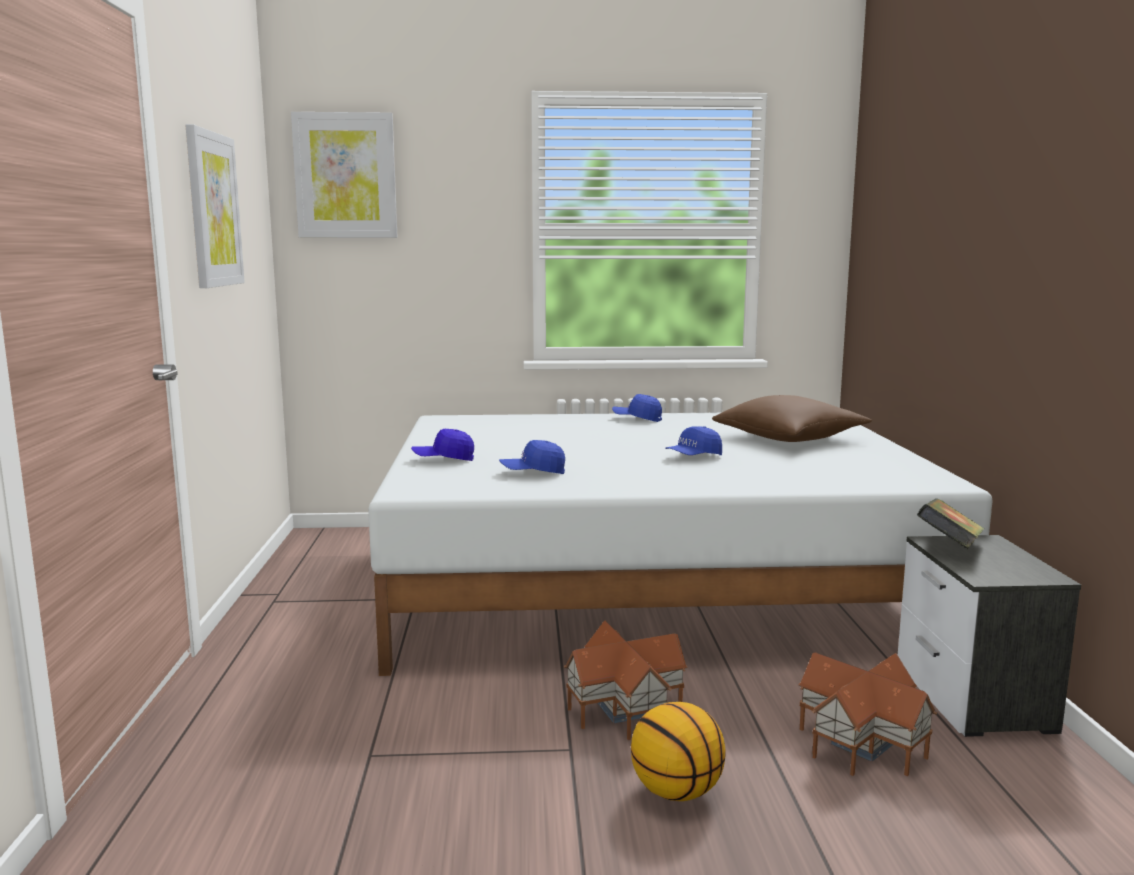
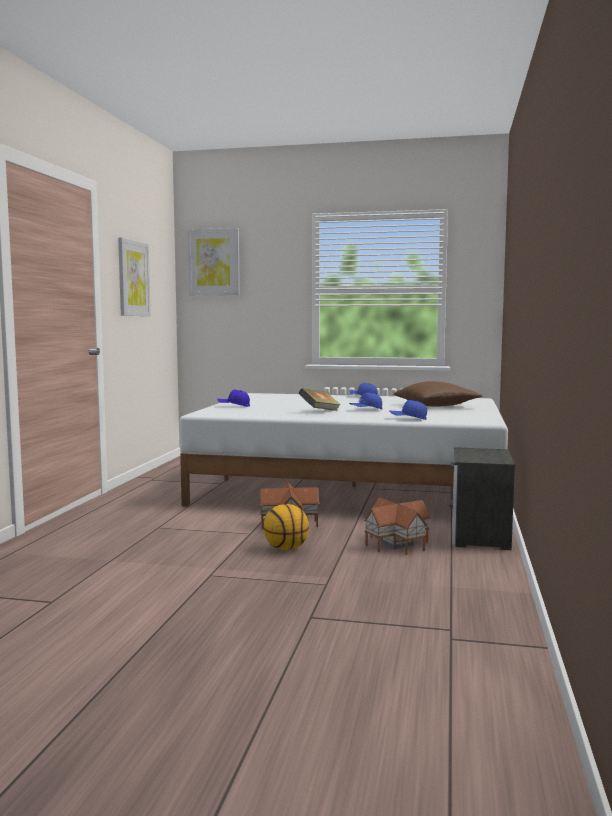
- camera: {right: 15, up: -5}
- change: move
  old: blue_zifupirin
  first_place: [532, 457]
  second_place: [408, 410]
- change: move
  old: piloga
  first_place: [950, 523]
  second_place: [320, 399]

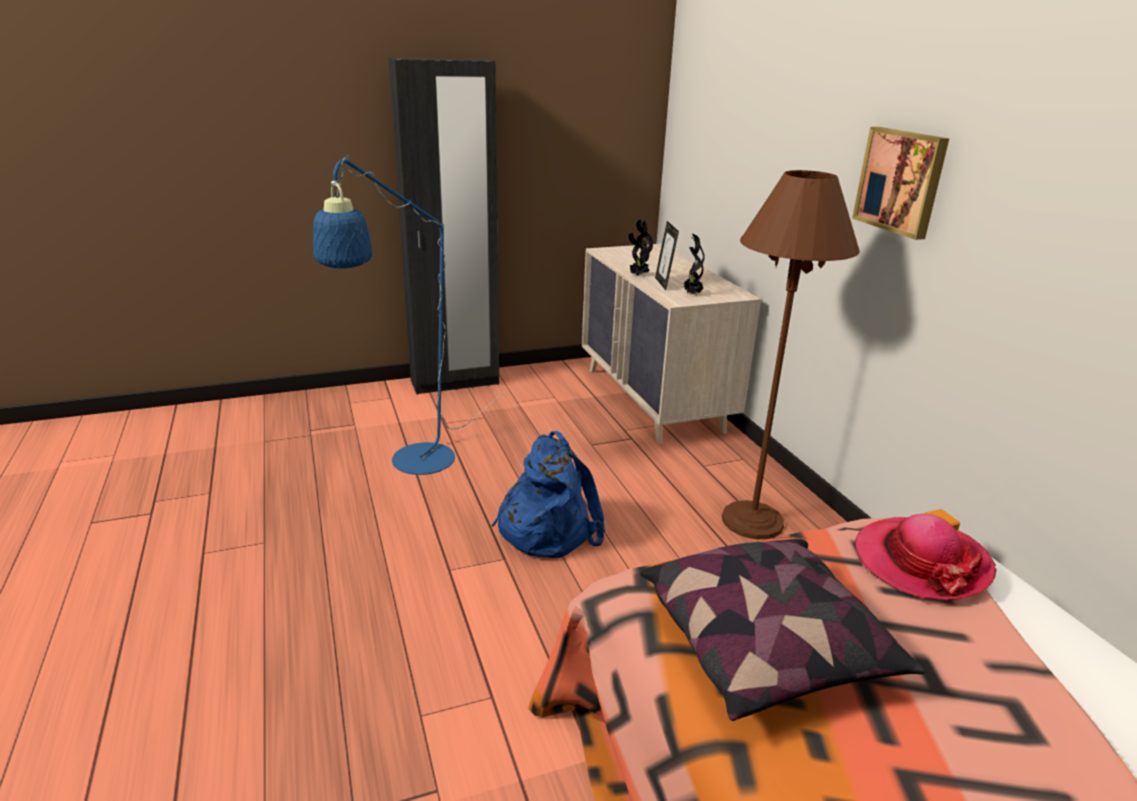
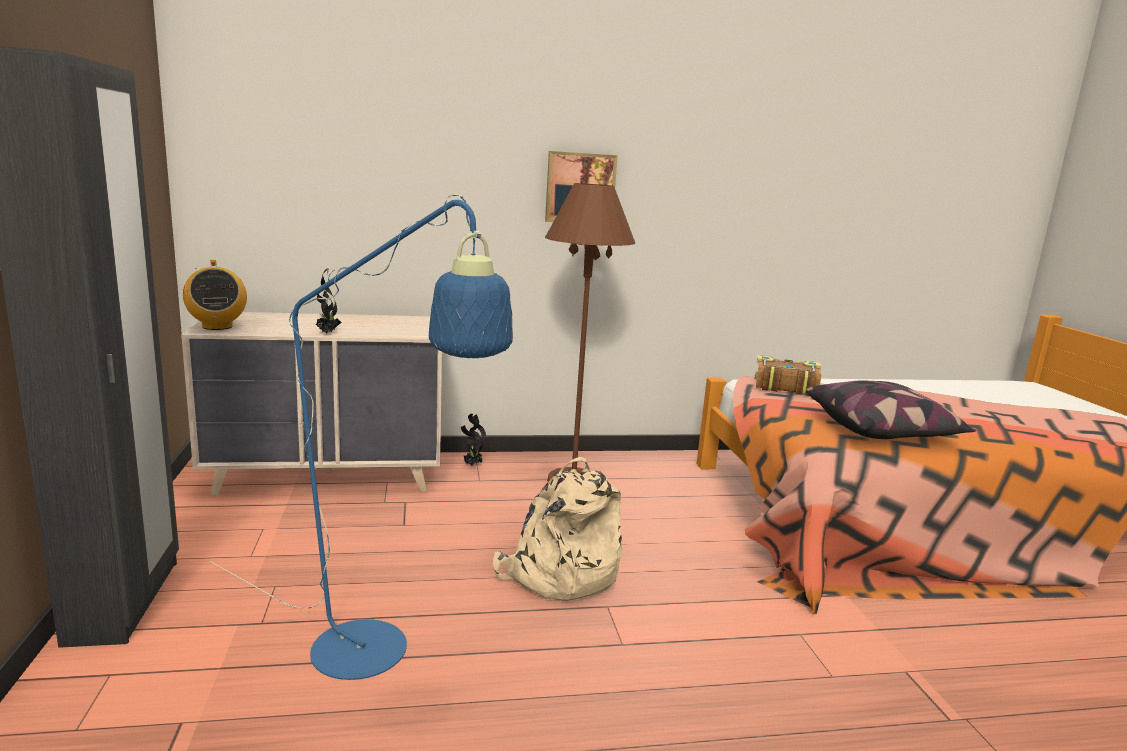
- camera: {right: -80, up: -10}
- change: delete
  old: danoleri
  first_place: [667, 255]
- change: insert
  new: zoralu
  second_place: [215, 295]
- change: move
  old: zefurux
  first_place: [694, 264]
  second_place: [473, 440]
- change: replace
  old: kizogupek
  new: piloga
  first_place: [926, 557]
  second_place: [788, 375]
- change: recolor
  old: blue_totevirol
  new: beige_totevirol
  first_place: [548, 494]
  second_place: [558, 529]

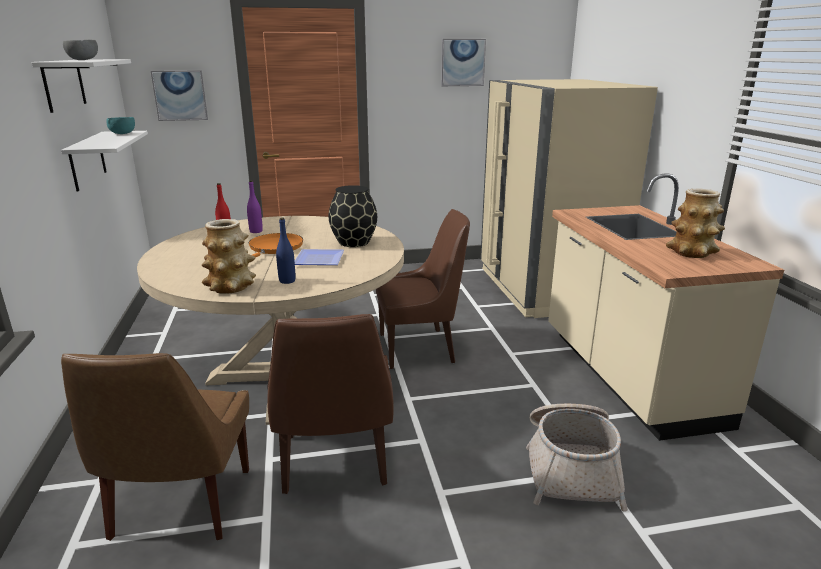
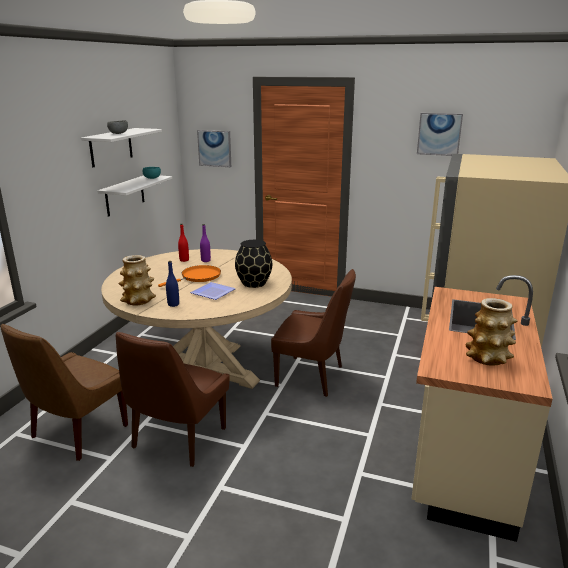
- camera: {right: 30, up: 0}
- change: delete
  old: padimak
  first_place: [577, 458]

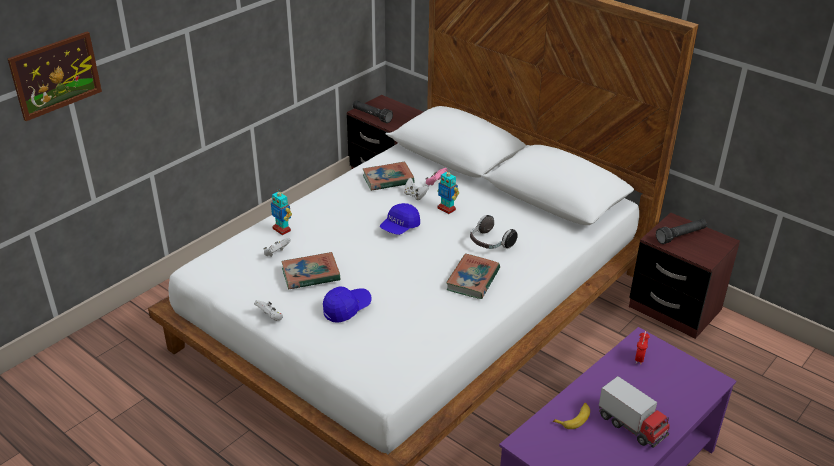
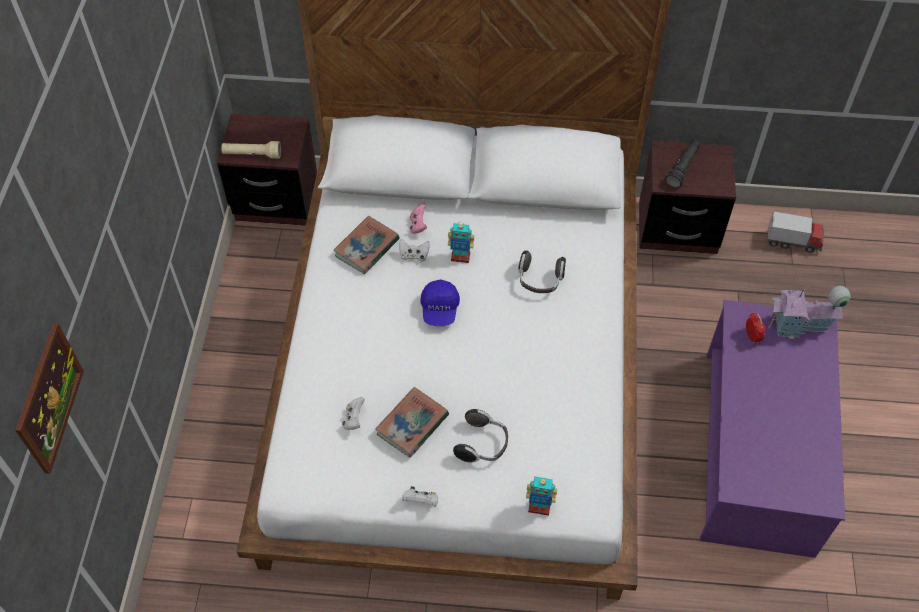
- camera: {right: -35, up: 20}
- change: delete
  old: piloga
  first_place: [473, 276]
- change: delete
  old: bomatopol
  first_place: [571, 416]
- change: insert
  new: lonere
  second_place: [809, 312]
- change: move
  old: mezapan
  first_place: [281, 211]
  second_place: [541, 496]
- change: move
  old: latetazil
  first_place: [634, 412]
  second_place: [796, 231]
- change: replace
  old: blue_zifupirin
  new: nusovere
  first_place: [347, 304]
  second_place: [480, 435]
- change: recolor
  old: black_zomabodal
  new: beige_zomabodal
  first_place: [373, 111]
  second_place: [251, 150]

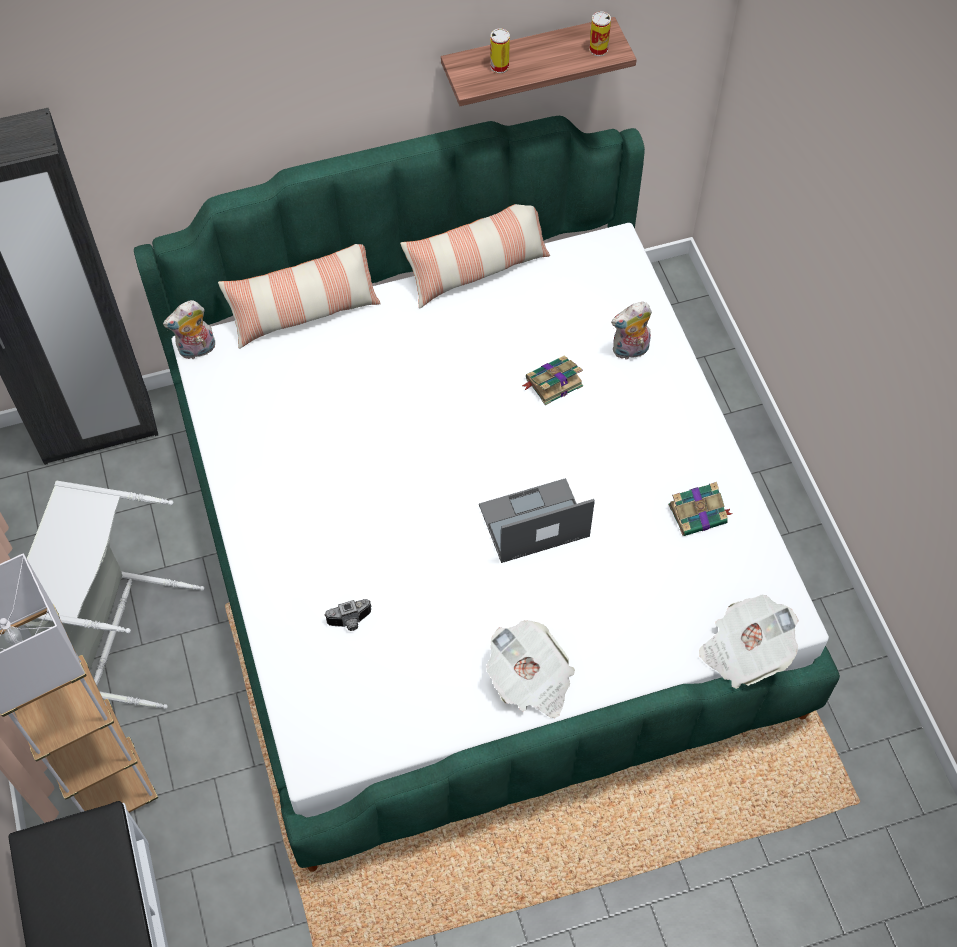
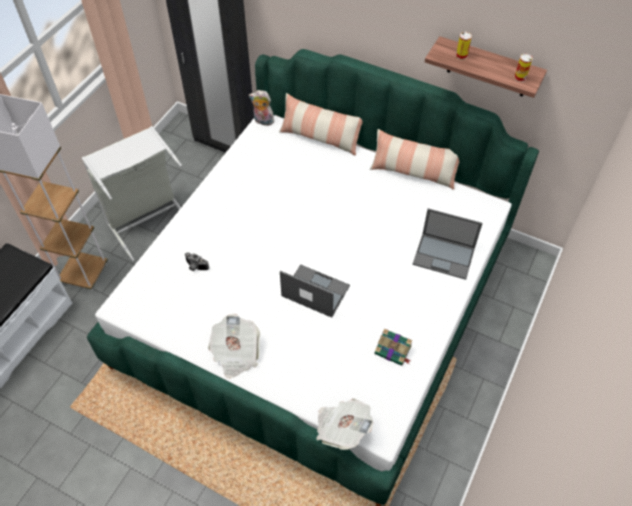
- camera: {right: 45, up: -5}
- change: delete
  old: piloga
  first_place: [552, 380]
- change: replace
  old: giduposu
  new: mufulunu
  first_place: [631, 331]
  second_place: [447, 244]

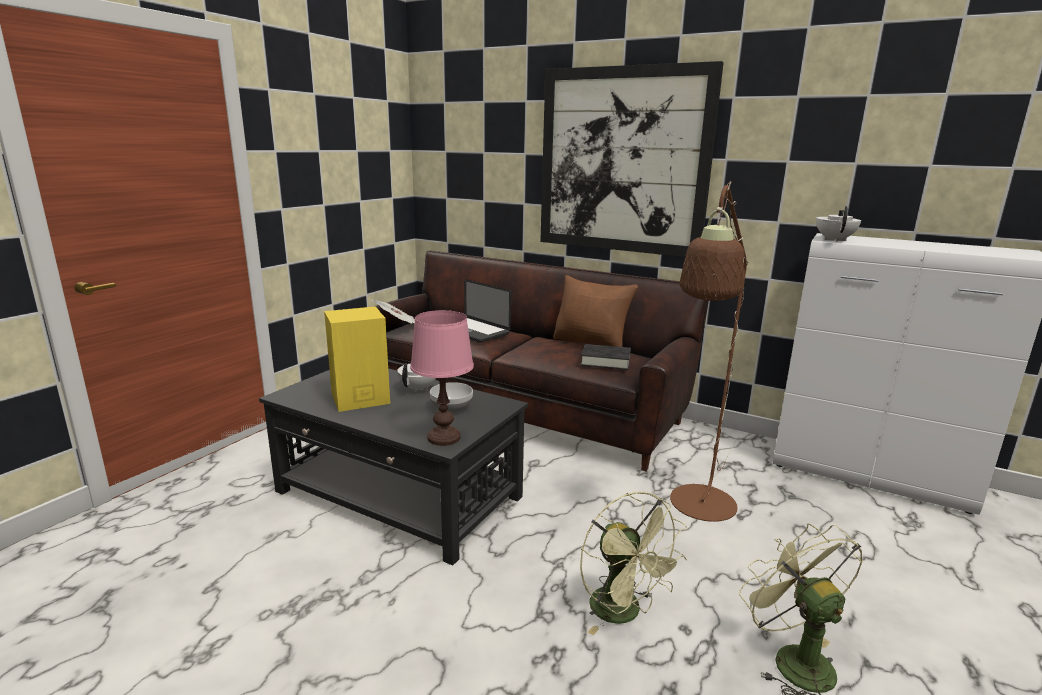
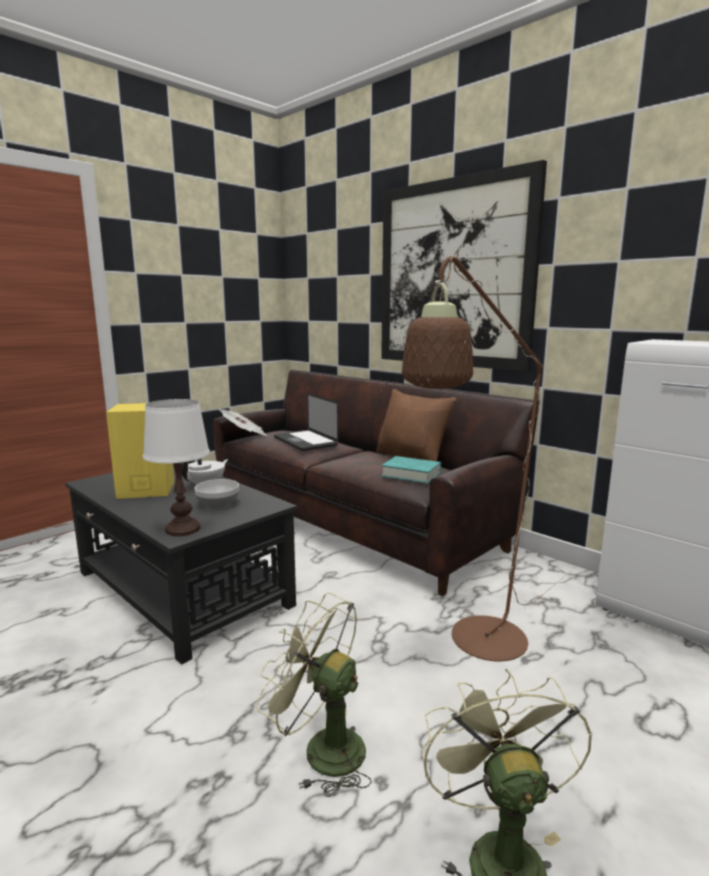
- camera: {right: 15, up: -5}
- change: delete
  old: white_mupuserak
  first_place: [838, 224]
- change: recolor
  old: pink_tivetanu
  new: white_tivetanu
  first_place: [442, 378]
  second_place: [176, 467]
- change: recolor
  old: black_piloga
  new: turquoise_piloga
  first_place: [606, 357]
  second_place: [411, 469]
- change: rotate
  old: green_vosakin
  first_place: [633, 563]
  second_place: [314, 695]
  degrees: 135

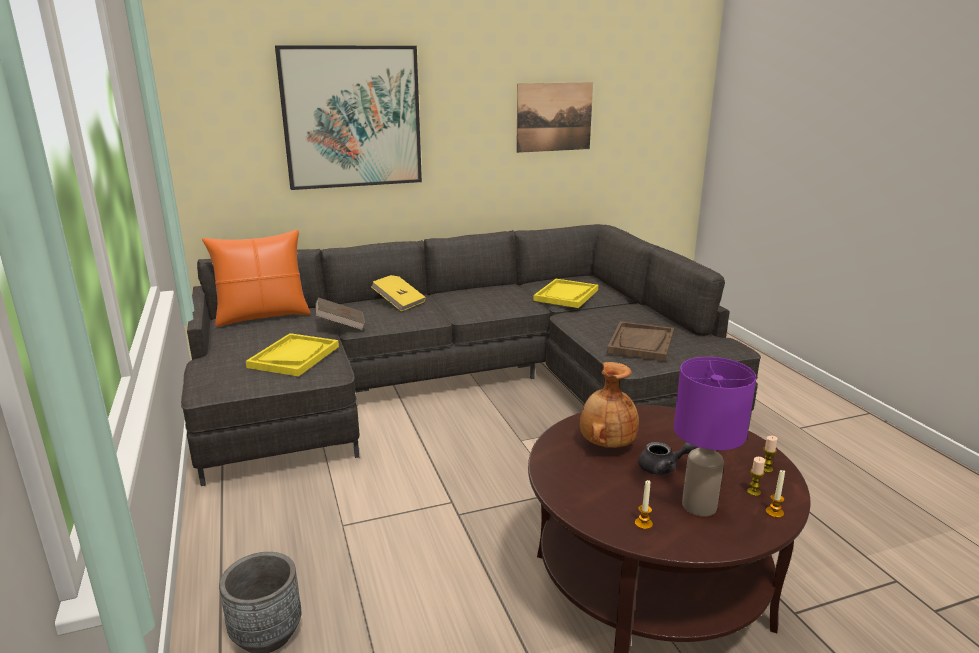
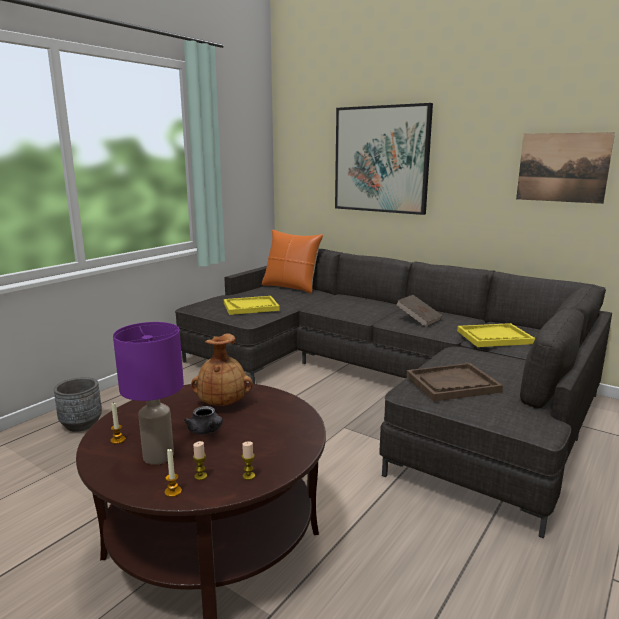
- camera: {right: 55, up: -5}
- change: delete
  old: yellow_piloga
  first_place: [398, 293]
- change: move
  old: brown_piloga
  first_place: [340, 313]
  second_place: [419, 311]

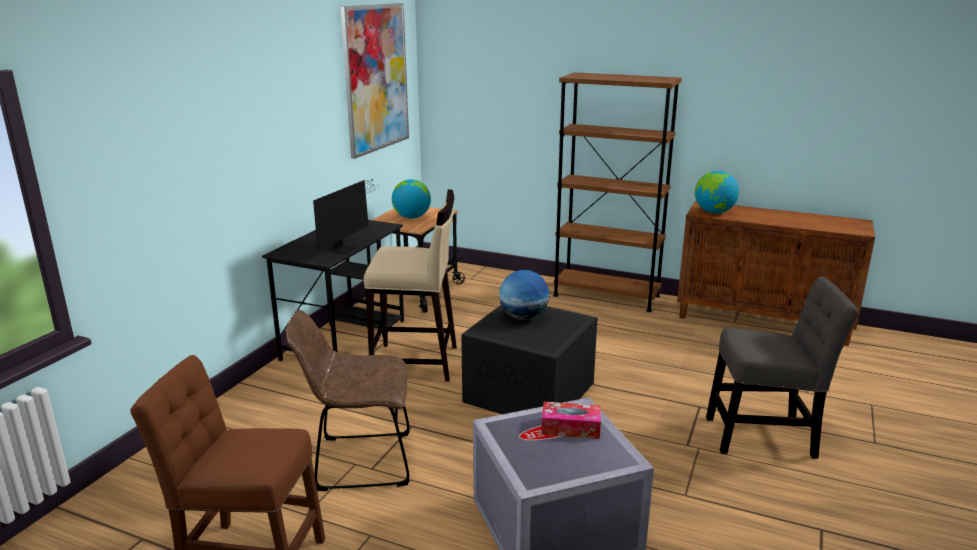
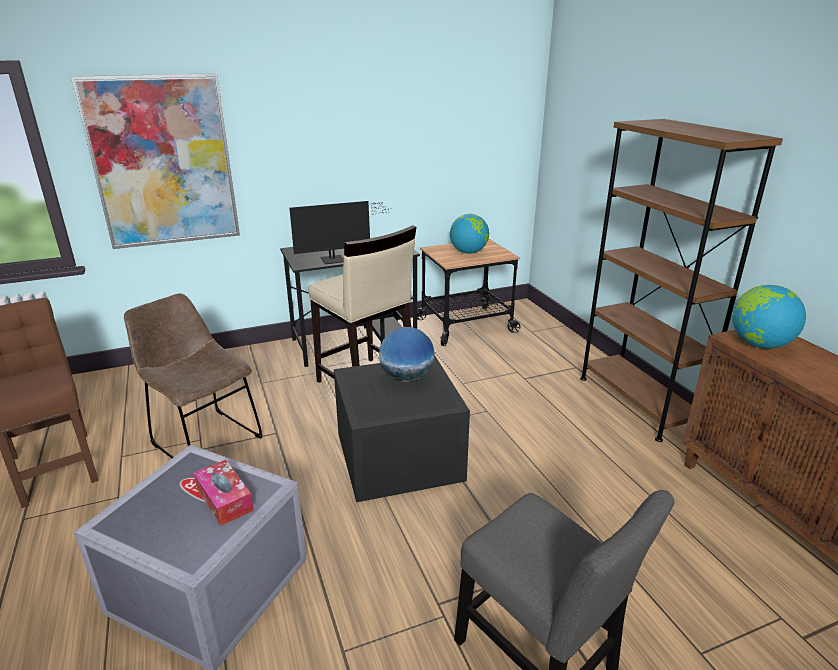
- camera: {right: 45, up: 5}
- change: move
  old: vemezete
  first_place: [375, 81]
  second_place: [155, 161]

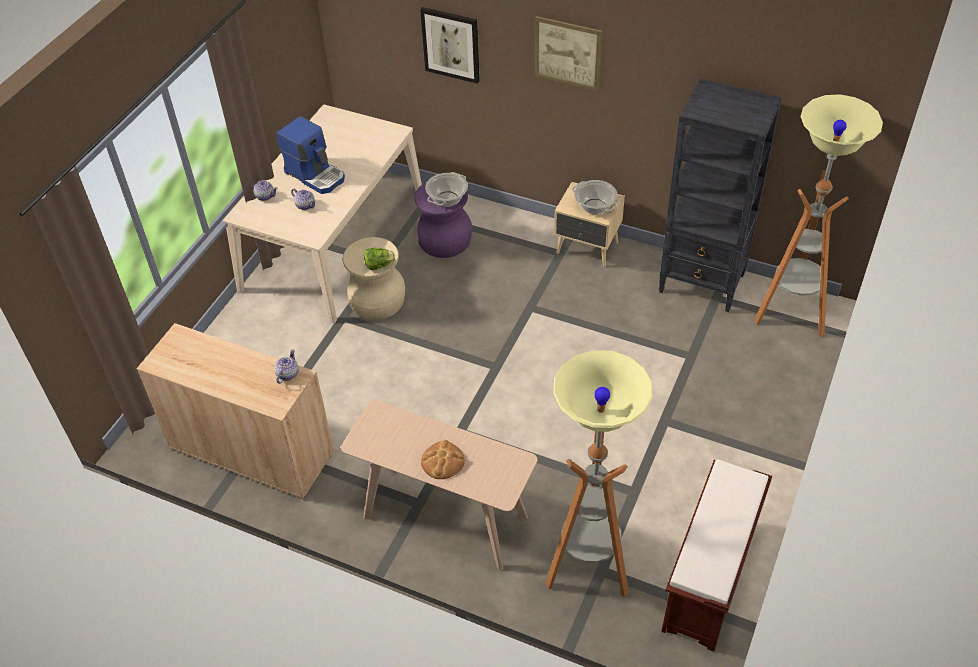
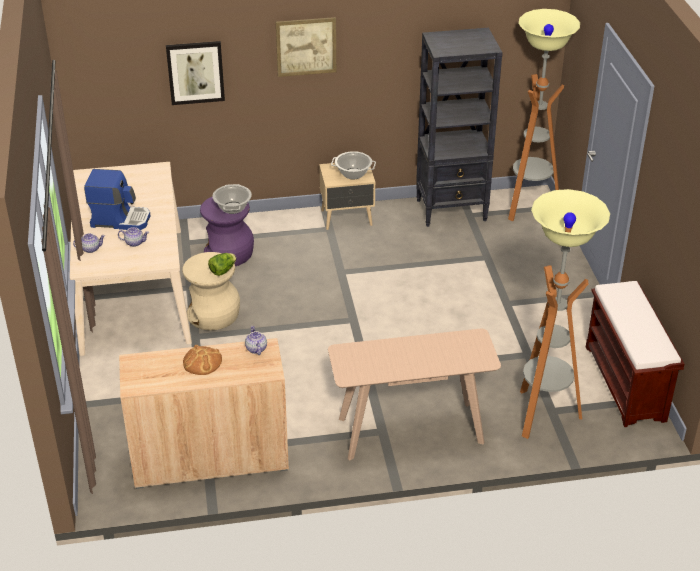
- camera: {right: -35, up: -10}
- change: move
  old: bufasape
  first_place: [443, 459]
  second_place: [202, 360]

